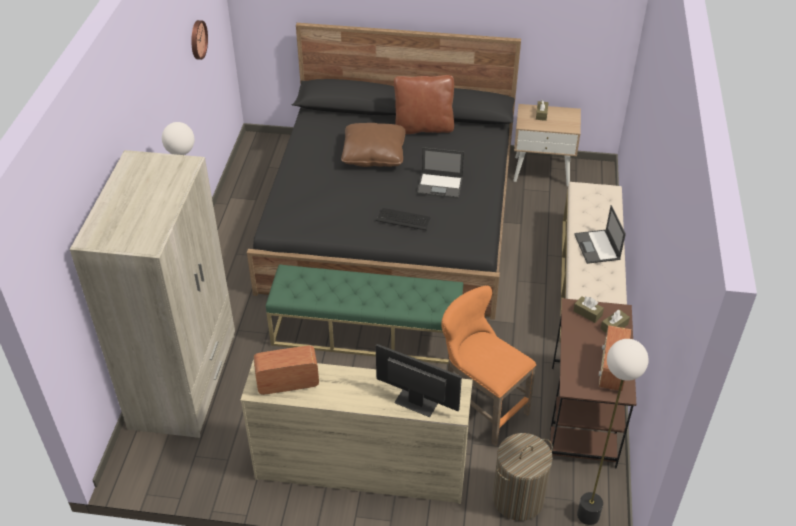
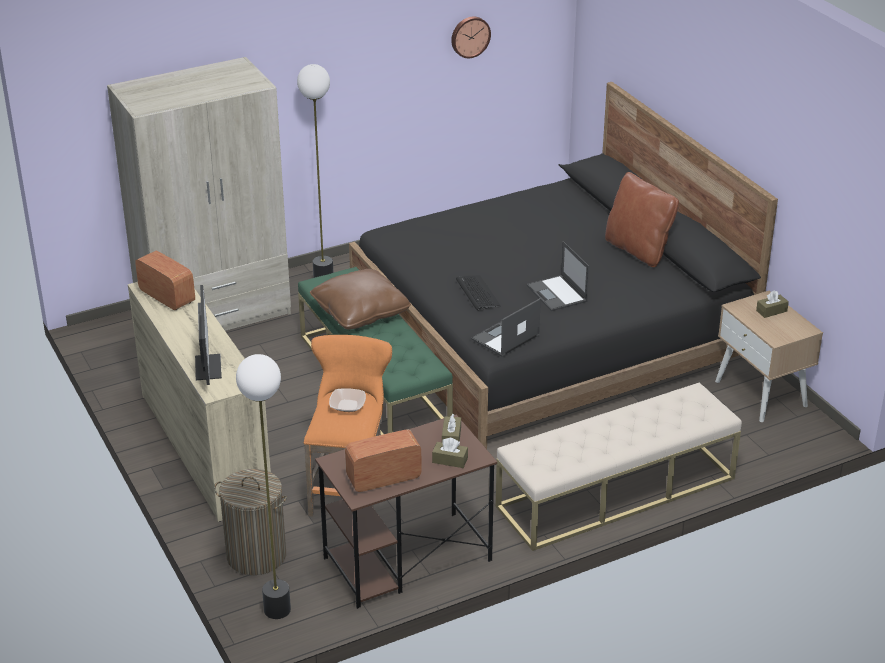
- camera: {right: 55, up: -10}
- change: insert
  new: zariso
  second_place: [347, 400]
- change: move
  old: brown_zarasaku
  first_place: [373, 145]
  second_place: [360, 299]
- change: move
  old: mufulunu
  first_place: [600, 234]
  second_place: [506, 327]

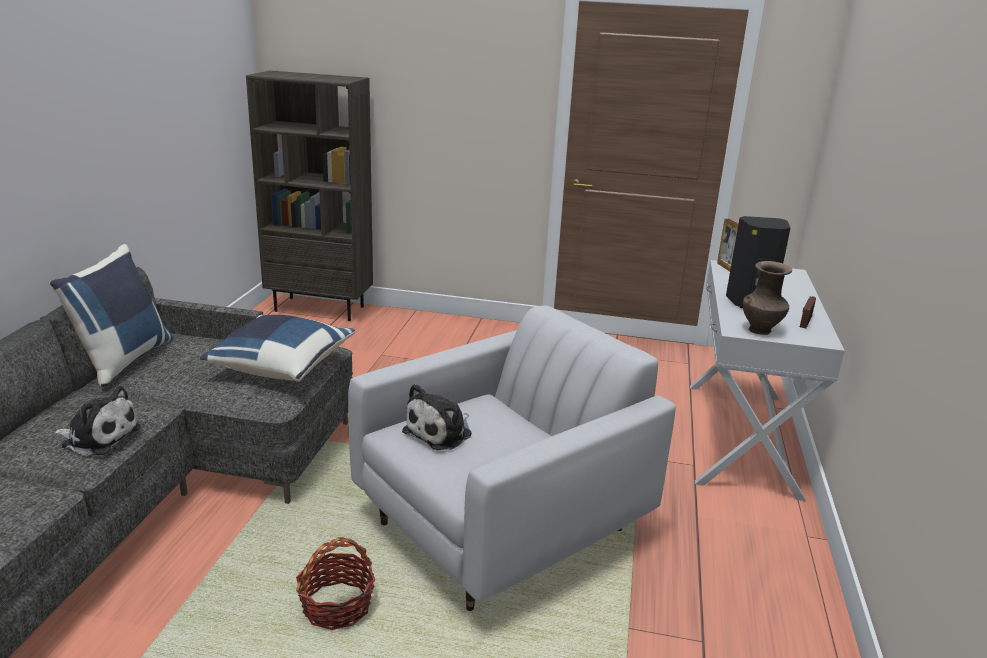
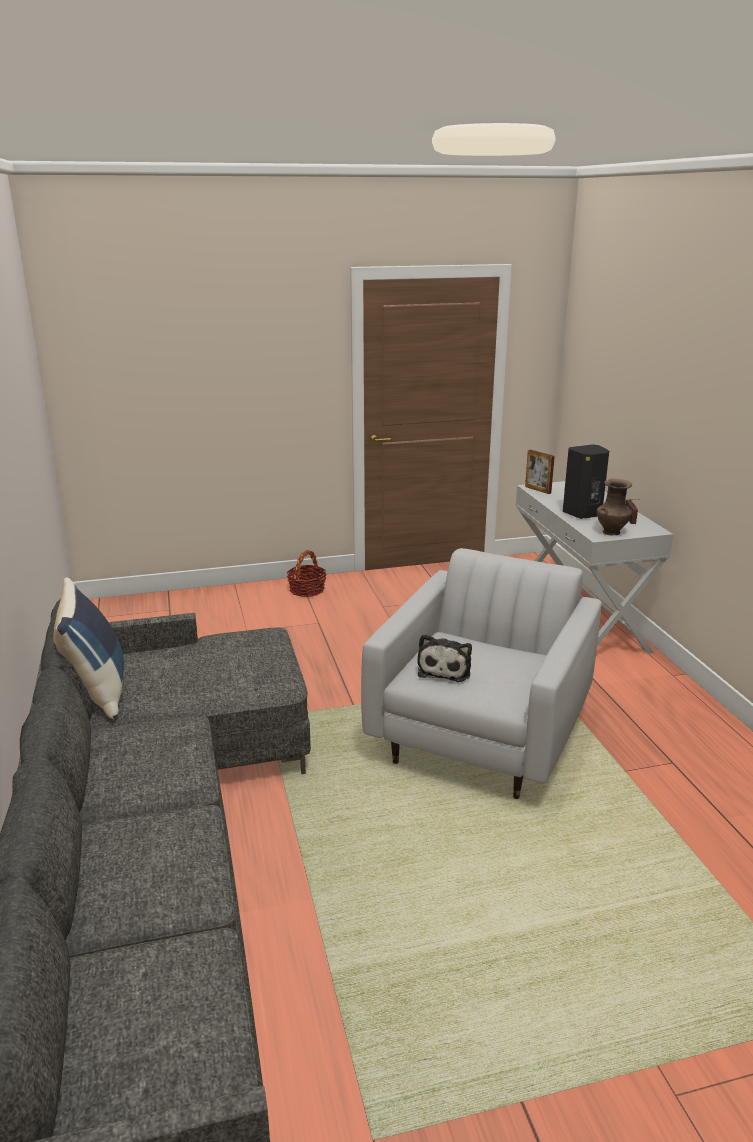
- camera: {right: -25, up: 0}
- change: delete
  old: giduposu
  first_place: [97, 420]
- change: delete
  old: blue_zarasaku
  first_place: [277, 348]
- change: delete
  old: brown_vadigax
  first_place: [309, 196]
- change: move
  old: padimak
  first_place: [335, 583]
  second_place: [307, 573]

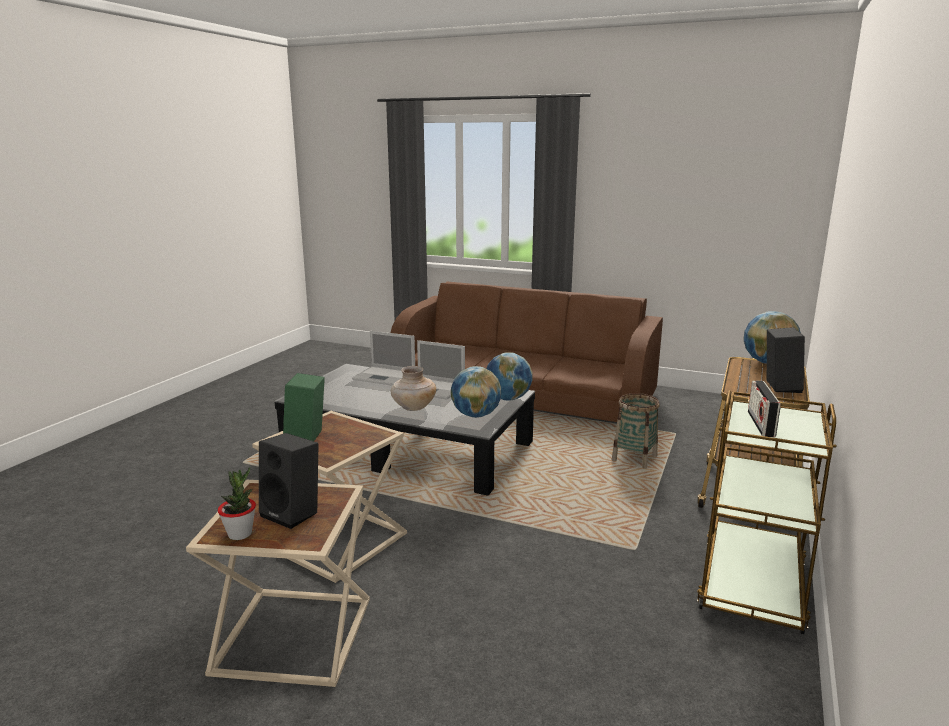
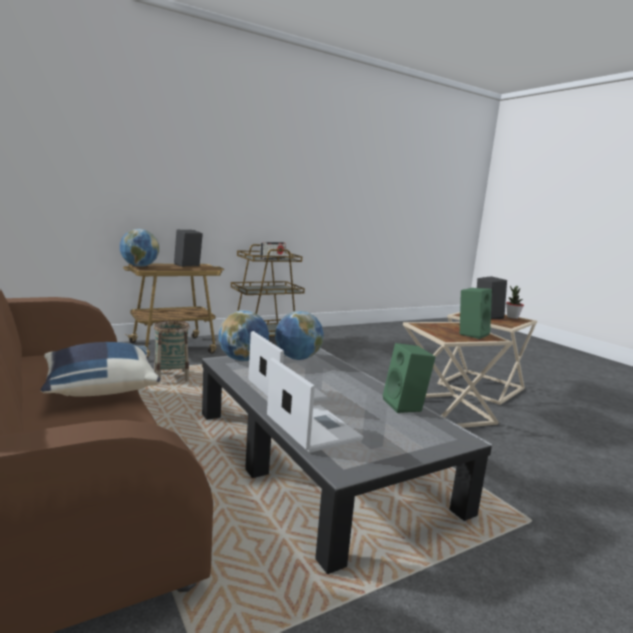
- camera: {right: -145, up: -5}
- change: delete
  old: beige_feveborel
  first_place: [413, 388]
- change: insert
  new: blue_zarasaku
  second_place: [101, 369]
- change: insert
  new: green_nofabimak
  second_place: [409, 378]

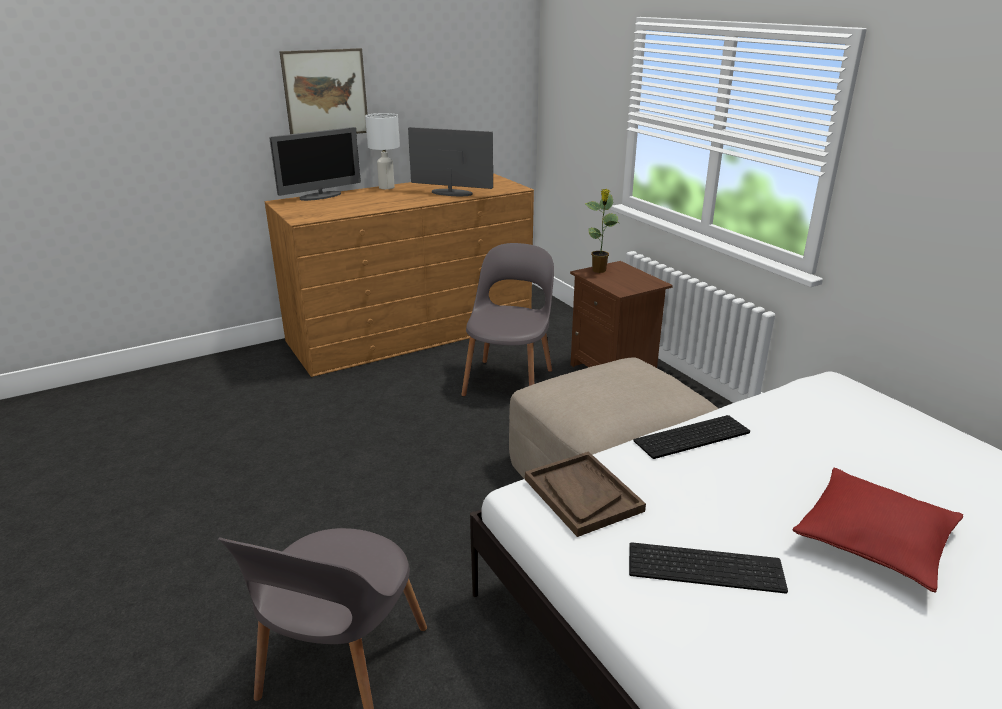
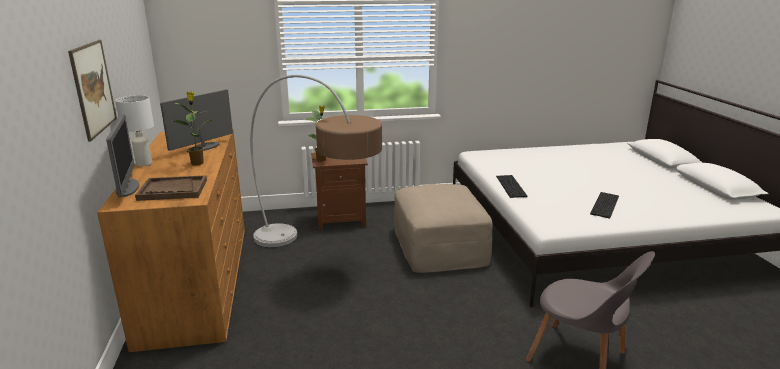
- camera: {right: -70, up: -5}
- change: delete
  old: red_zarasaku
  first_place: [877, 530]
- change: insert
  new: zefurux
  second_place: [191, 128]
- change: move
  old: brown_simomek
  first_place: [585, 494]
  second_place: [171, 188]
- change: replace
  old: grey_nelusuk
  new: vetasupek
  first_place: [507, 319]
  second_place: [316, 161]

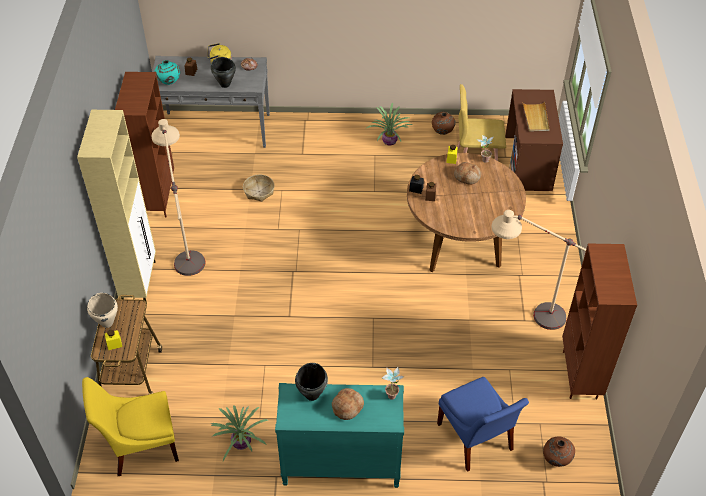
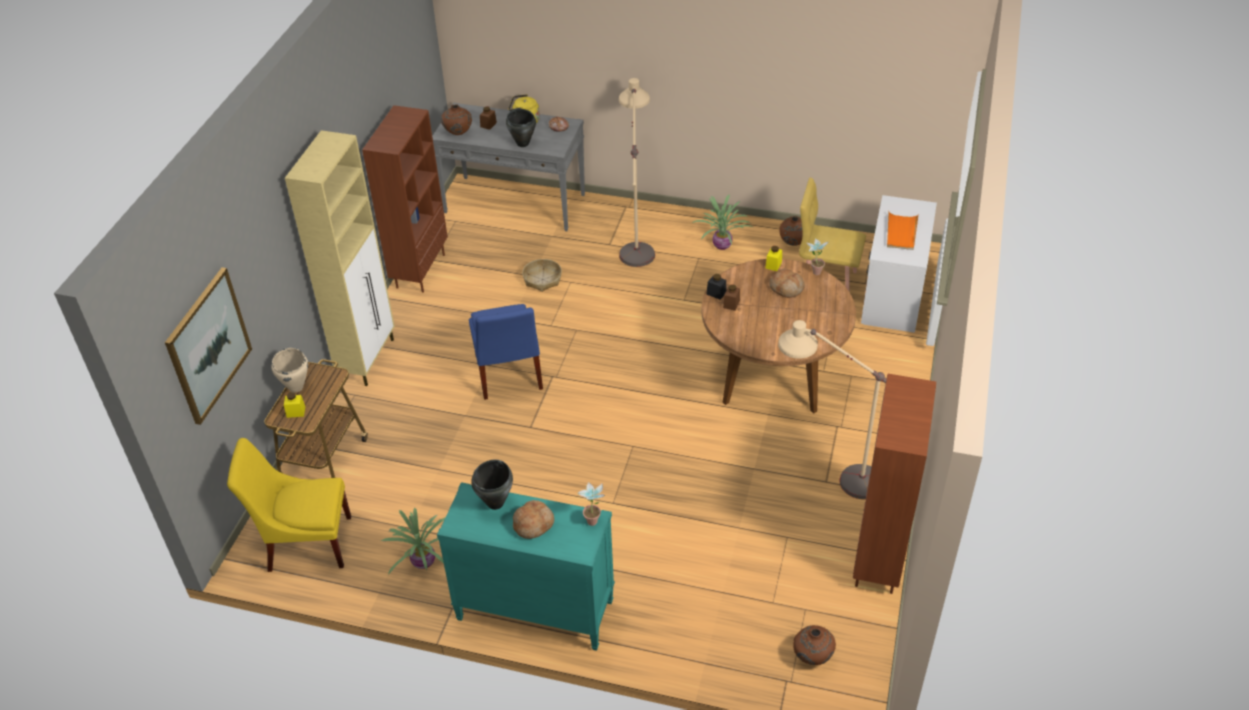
- camera: {right: 15, up: -5}
- change: insert
  new: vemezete
  second_place: [208, 346]
- change: move
  old: beige_vetasupek
  first_place: [178, 197]
  second_place: [637, 172]
- change: move
  old: blue_nelusuk
  first_place: [483, 424]
  second_place: [506, 352]
- change: recolor
  old: turquoise_feveborel
  new: brown_feveborel
  first_place: [167, 72]
  second_place: [456, 119]
- change: recolor
  old: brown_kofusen
  new: white_kofusen
  first_place: [534, 140]
  second_place: [899, 264]
- change: recolor
  old: beige_simomek
  new: orange_simomek
  first_place: [536, 117]
  second_place: [903, 231]

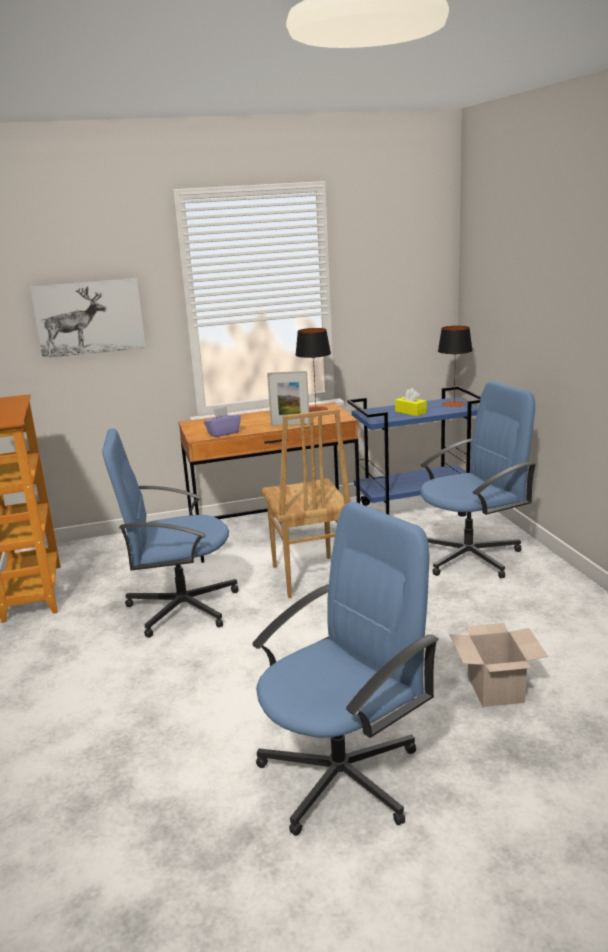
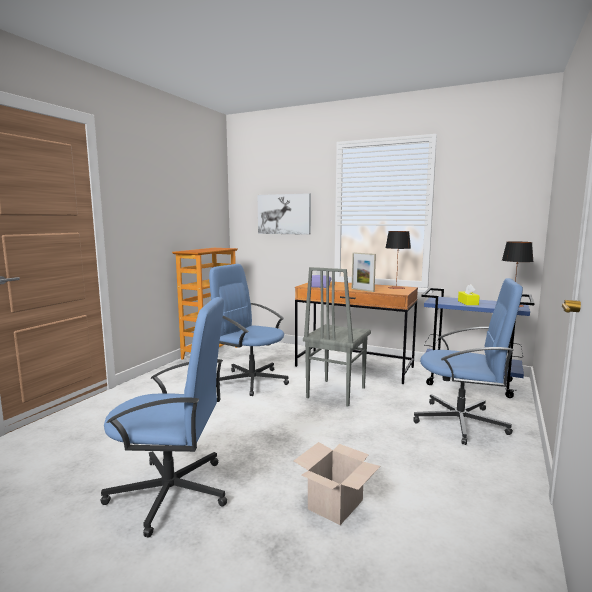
- camera: {right: 40, up: -10}
- change: recolor
  old: brown_nelusuk
  new: grey_nelusuk
  first_place: [305, 503]
  second_place: [337, 337]

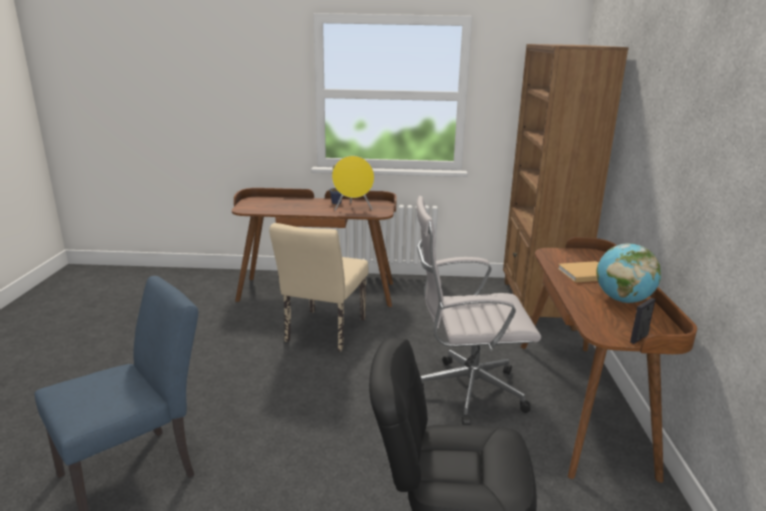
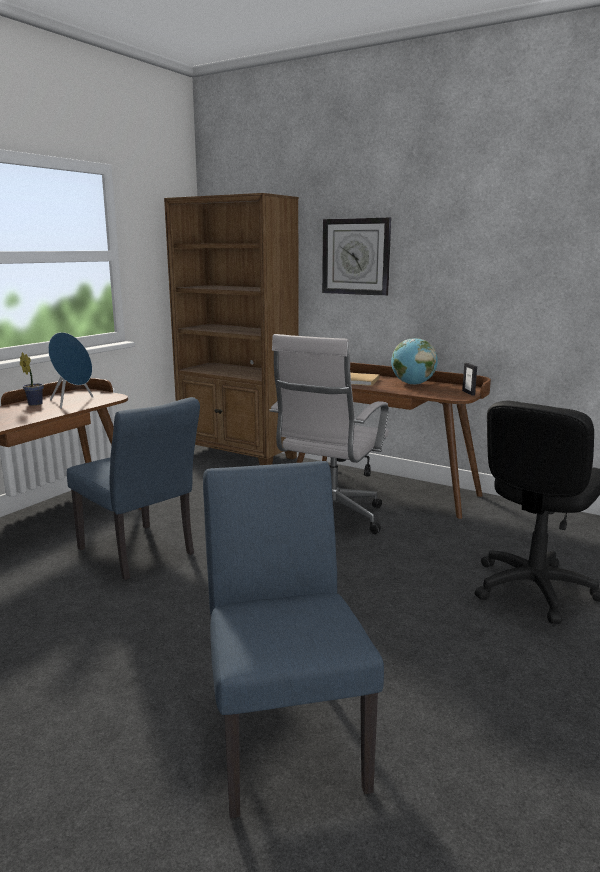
- camera: {right: -60, up: -5}
- change: insert
  new: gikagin
  second_place: [356, 257]
- change: recolor
  old: beige_nelusuk
  new: blue_nelusuk
  first_place: [318, 287]
  second_place: [133, 488]
- change: recolor
  old: yellow_nofabimak
  new: blue_nofabimak
  first_place: [353, 183]
  second_place: [71, 370]

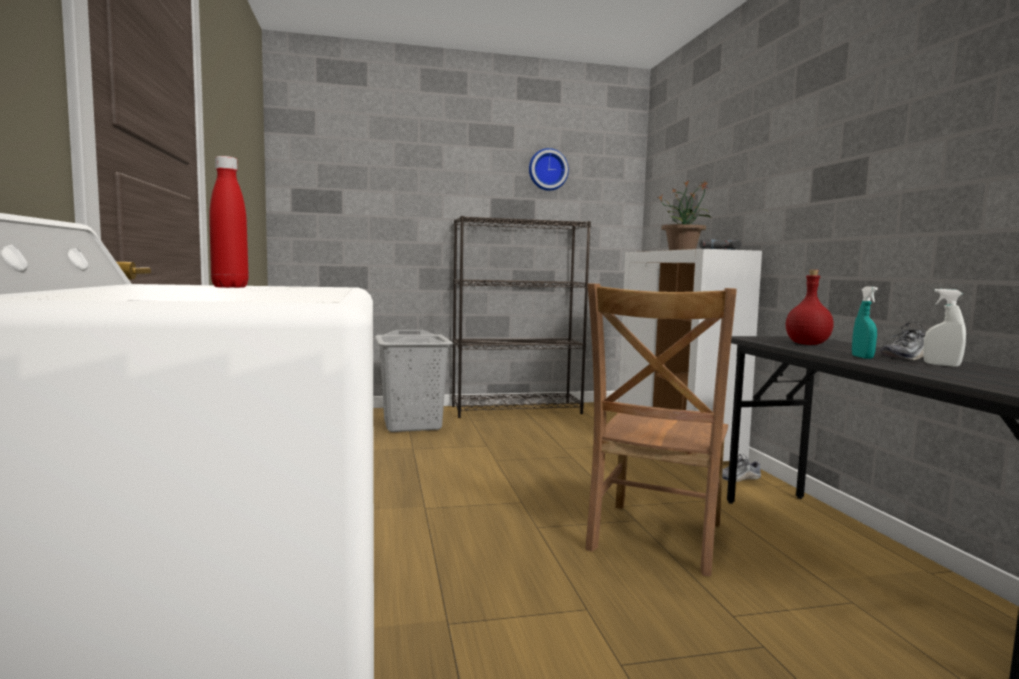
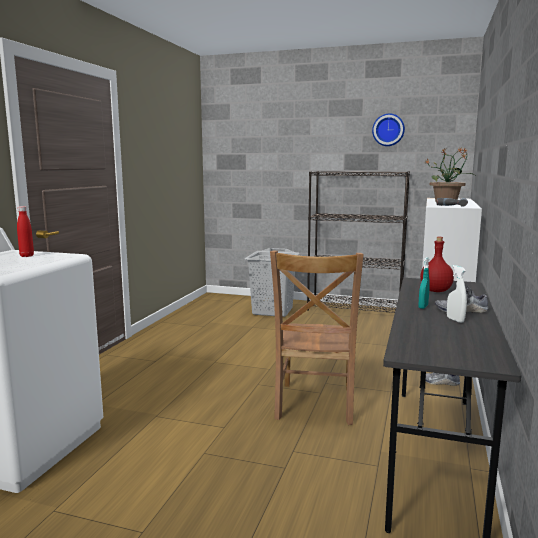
- camera: {right: 30, up: 5}
- change: rotate
  old: brown_nelusuk
  first_place: [661, 430]
  second_place: [317, 338]
  degrees: -45

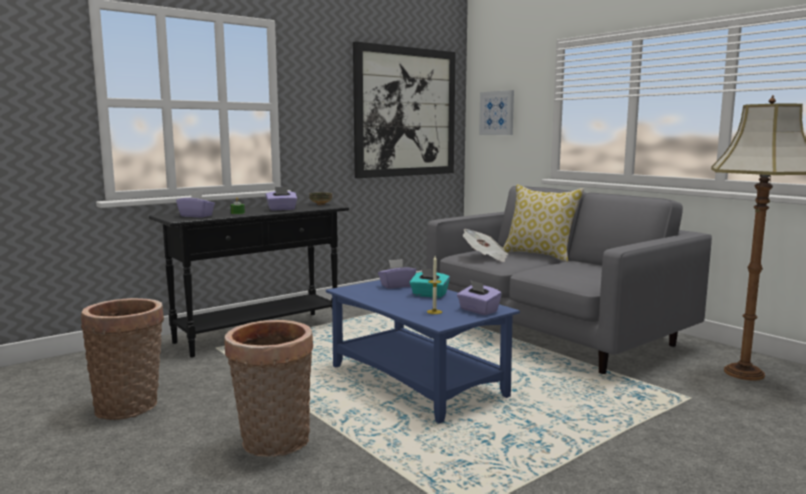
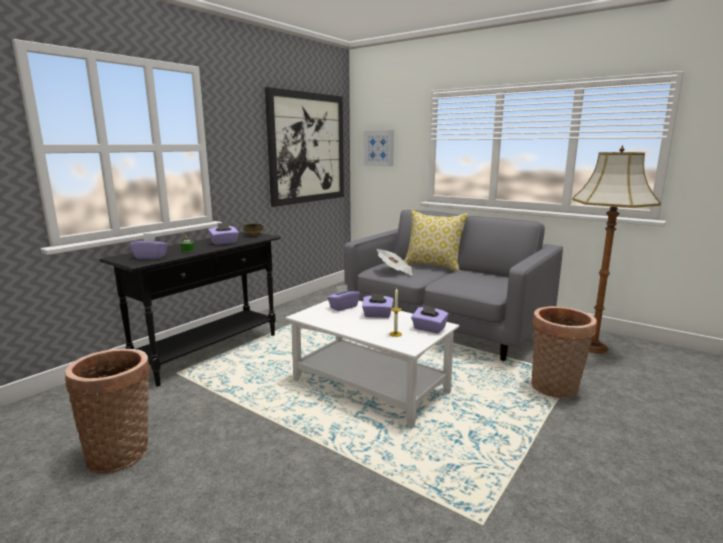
- camera: {right: -15, up: 5}
- change: move
  old: padimak
  first_place: [269, 388]
  second_place: [564, 352]
- change: recolor
  old: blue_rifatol
  new: white_rifatol
  first_place: [423, 352]
  second_place: [372, 364]
- change: recolor
  old: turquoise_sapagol
  new: purple_sapagol
  first_place: [430, 283]
  second_place: [377, 306]

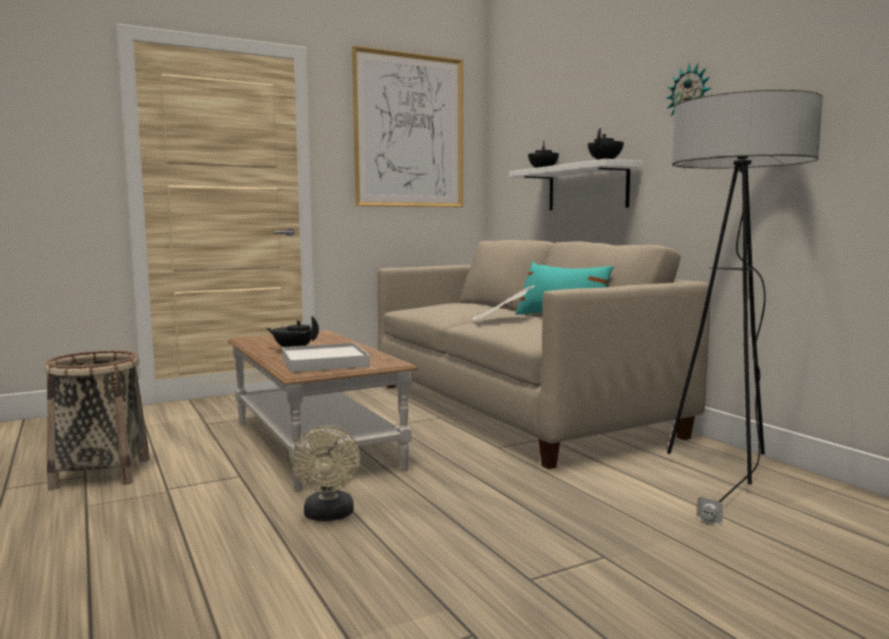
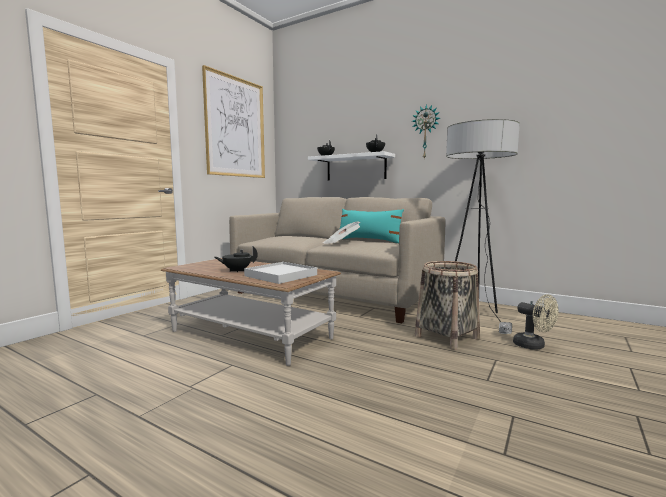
- camera: {right: -30, up: 0}
- change: move
  old: padimak
  first_place: [97, 420]
  second_place: [447, 305]
- change: move
  old: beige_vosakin
  first_place: [326, 473]
  second_place: [536, 322]

